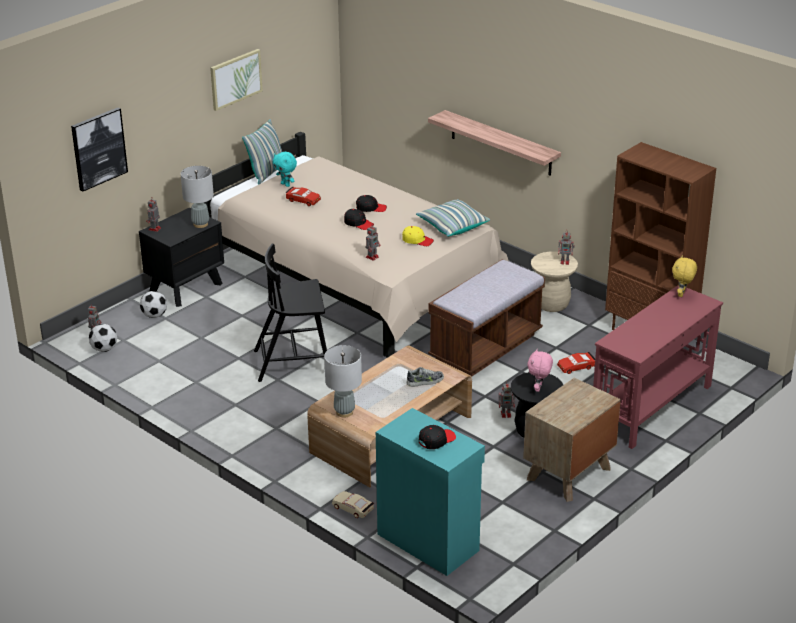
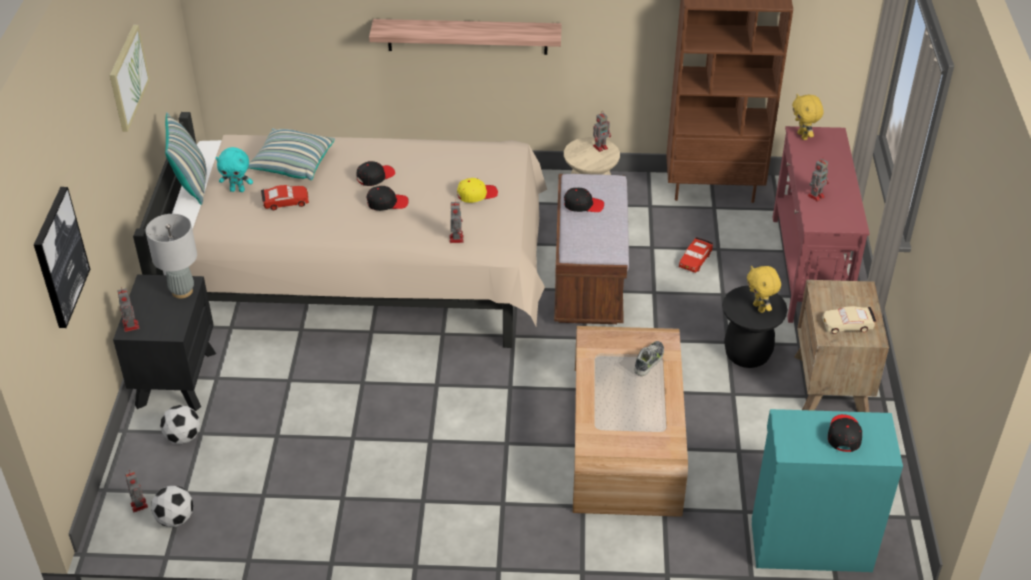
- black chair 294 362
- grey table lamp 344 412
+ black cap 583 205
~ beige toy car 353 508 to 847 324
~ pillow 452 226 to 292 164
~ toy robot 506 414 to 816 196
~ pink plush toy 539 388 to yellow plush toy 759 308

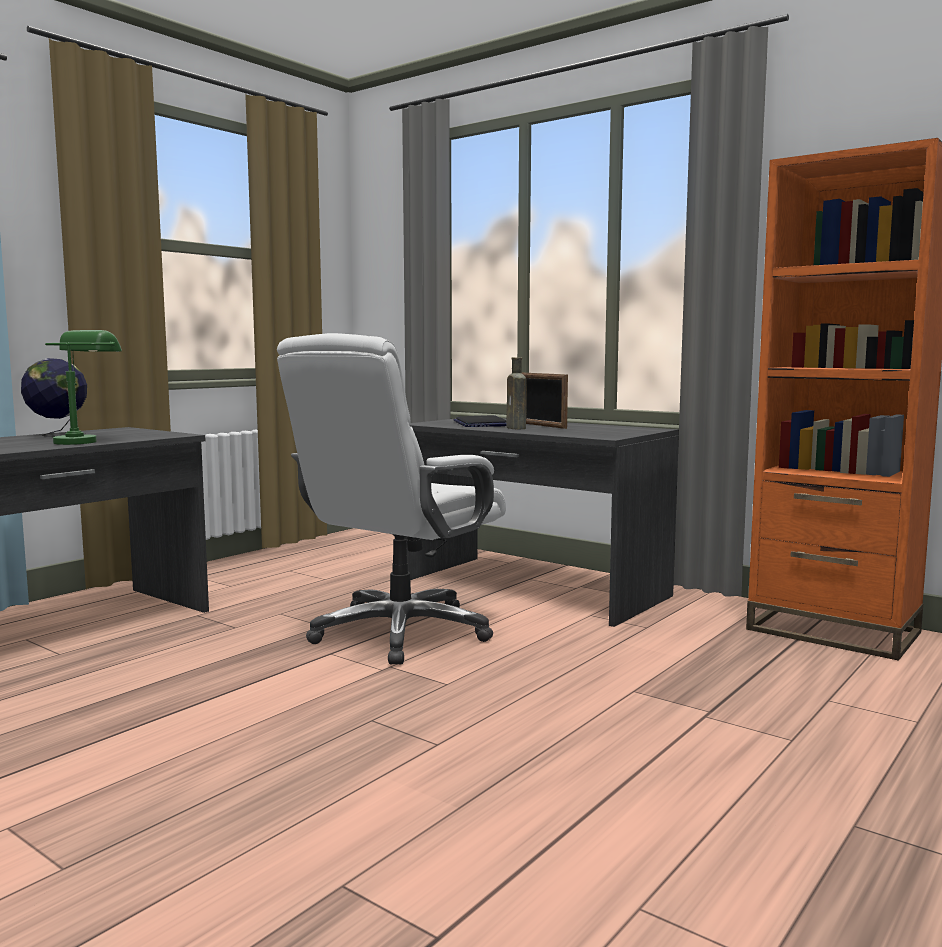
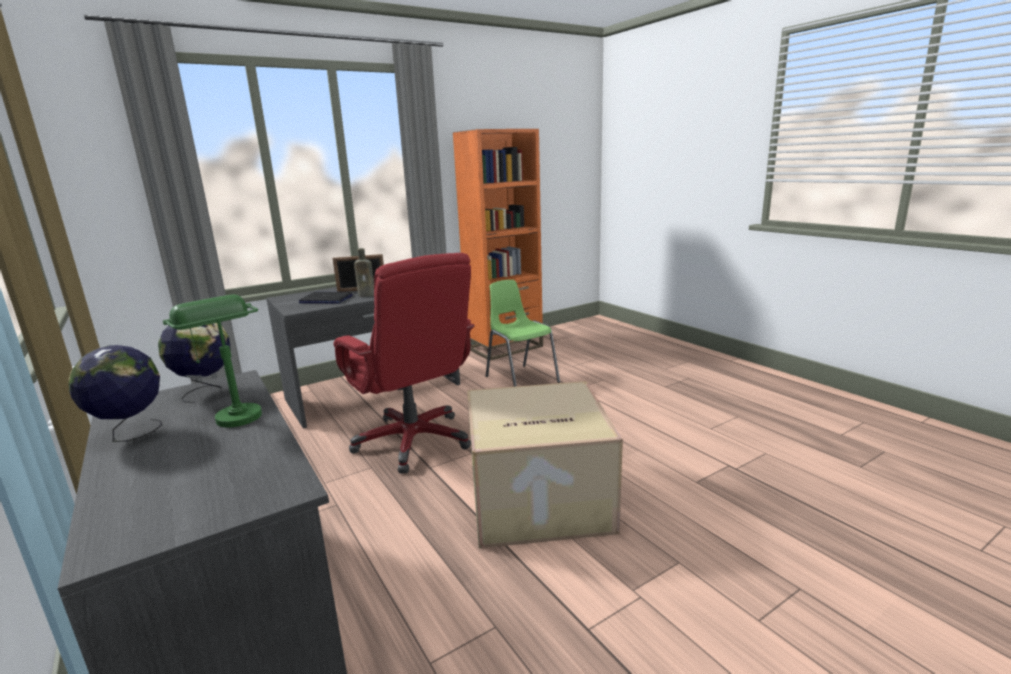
+ globe 206 391
+ cardboard box 536 500
+ green chair 521 379
~ white office chair 400 633 to red office chair 414 441

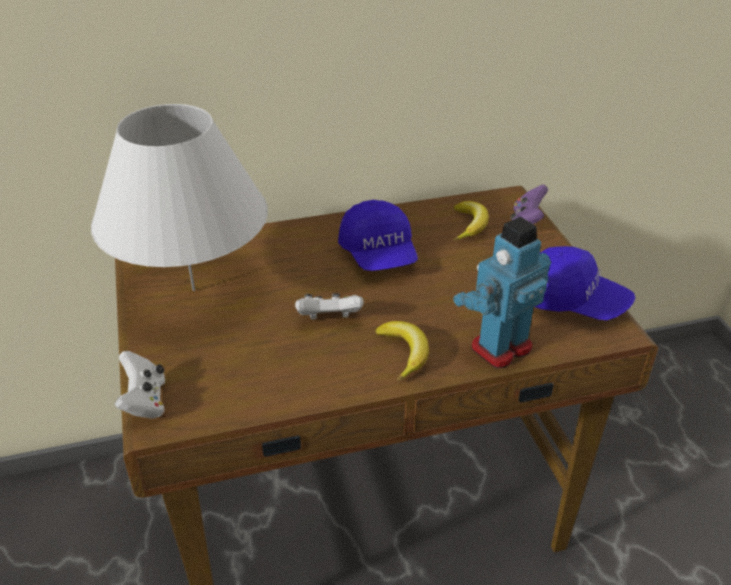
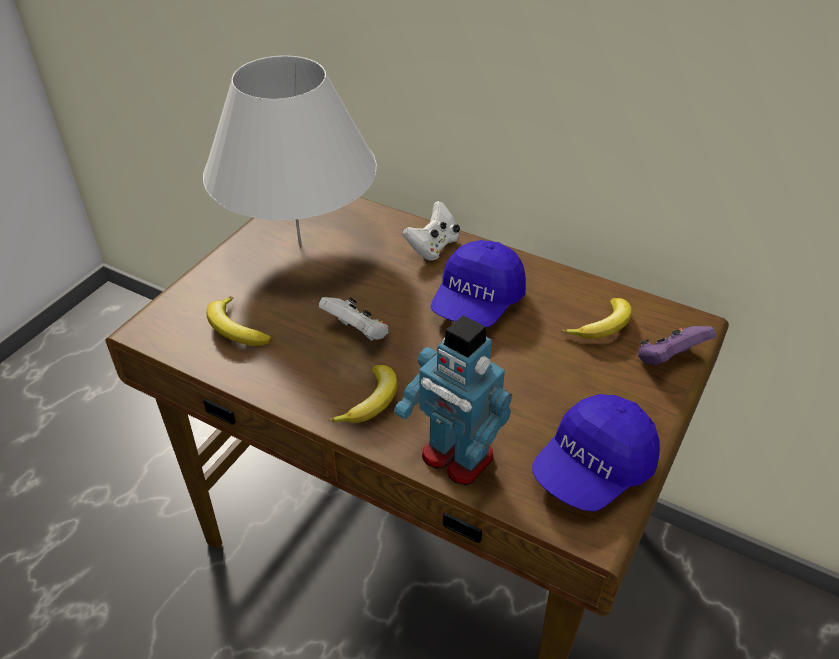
+ banana 235 329
~ white game controller 145 401 to 433 247
~ toy robot 500 347 = 456 458 150 degrees counterclockwise
~ blue cap 573 302 = 592 469 60 degrees clockwise

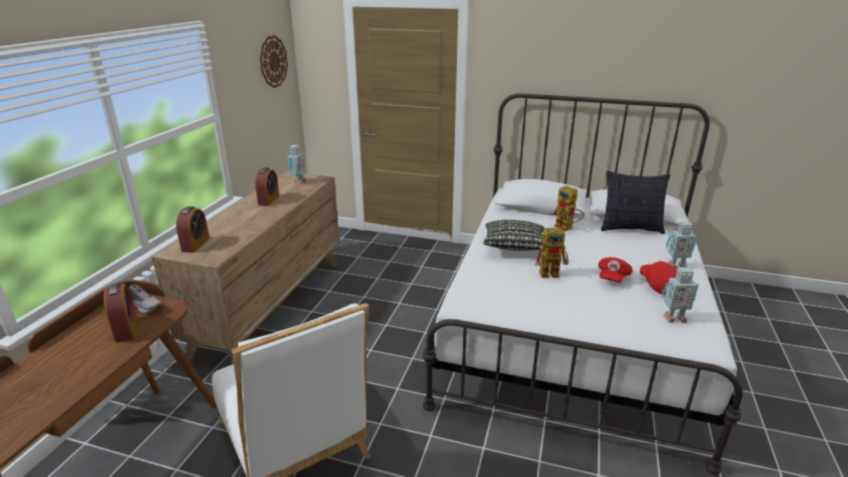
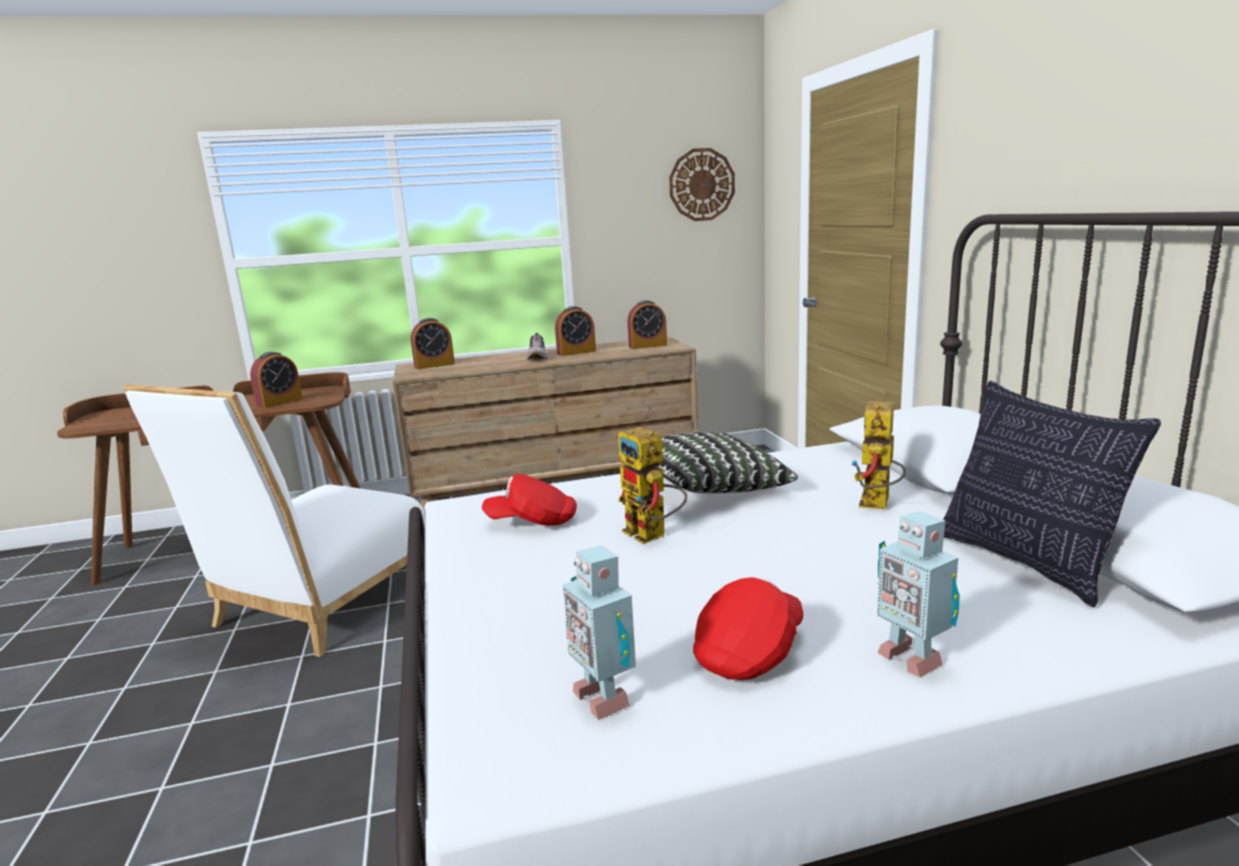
~ shoe 143 306 to 538 357
~ red cap 612 277 to 532 522
~ toy robot 298 182 to alarm clock 647 346

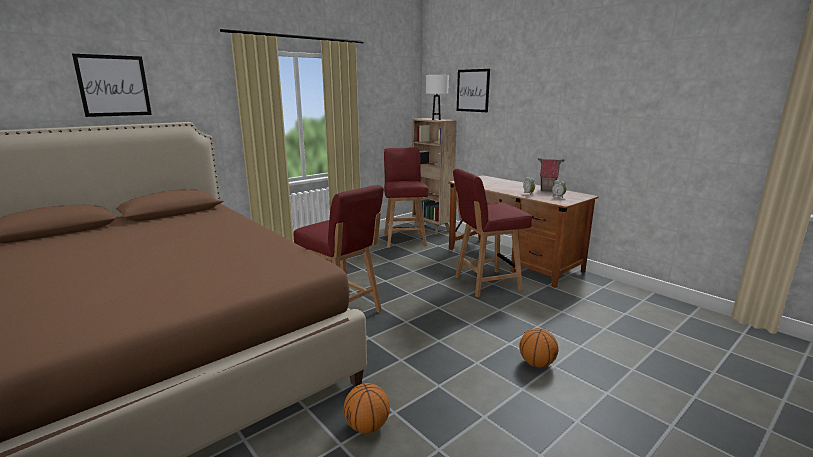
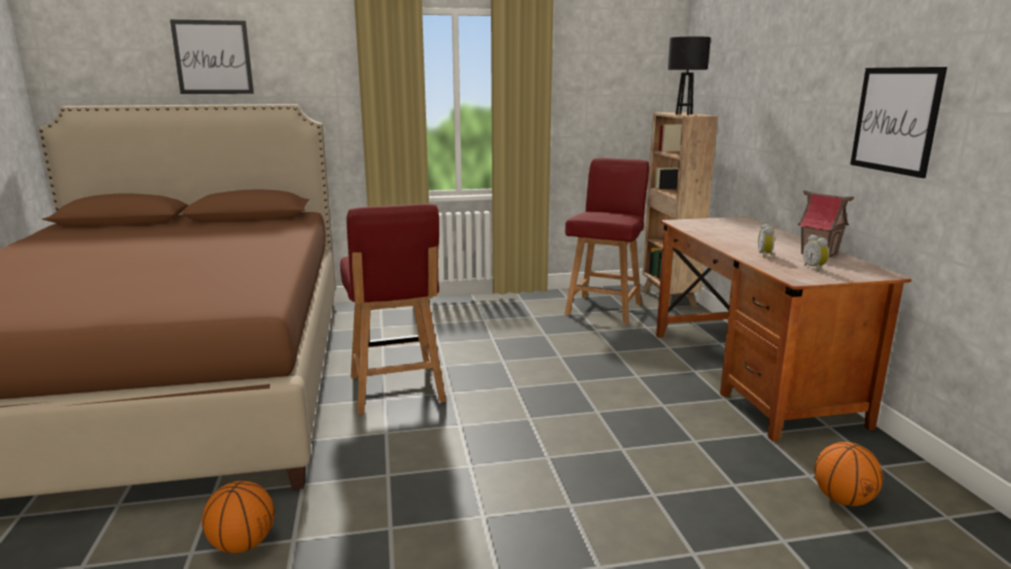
- red chair 485 283
~ picture 473 90 to 895 120
~ basketball 537 363 to 843 500
~ white table lamp 436 119 to black table lamp 683 114

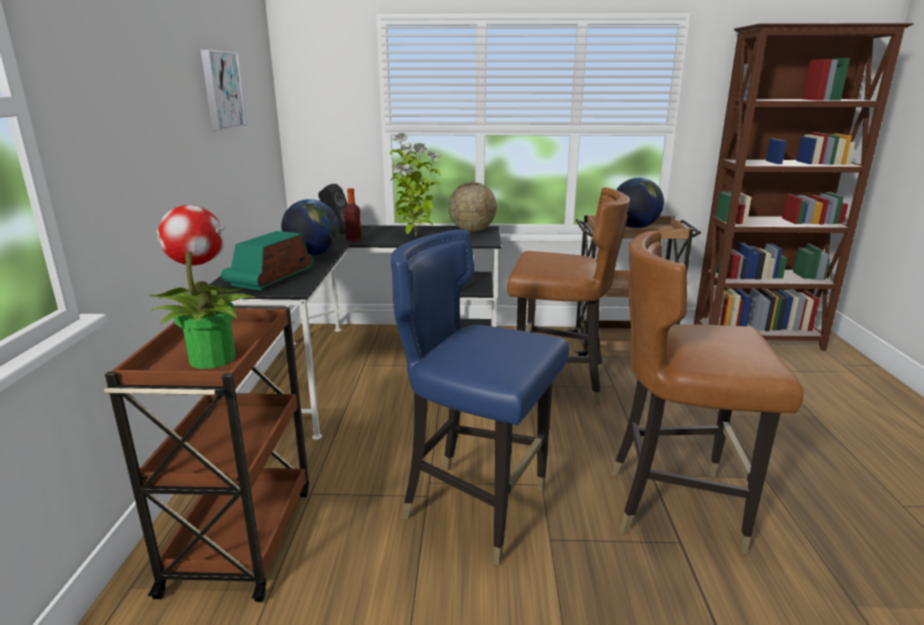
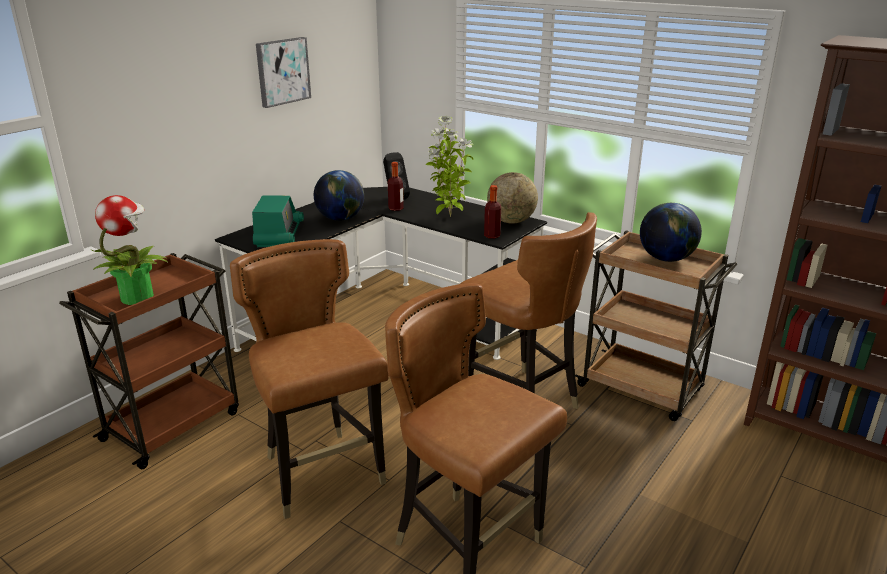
+ bottle 492 236
~ blue chair 477 508 to brown chair 322 474
~ radio 271 277 = 279 235 120 degrees clockwise

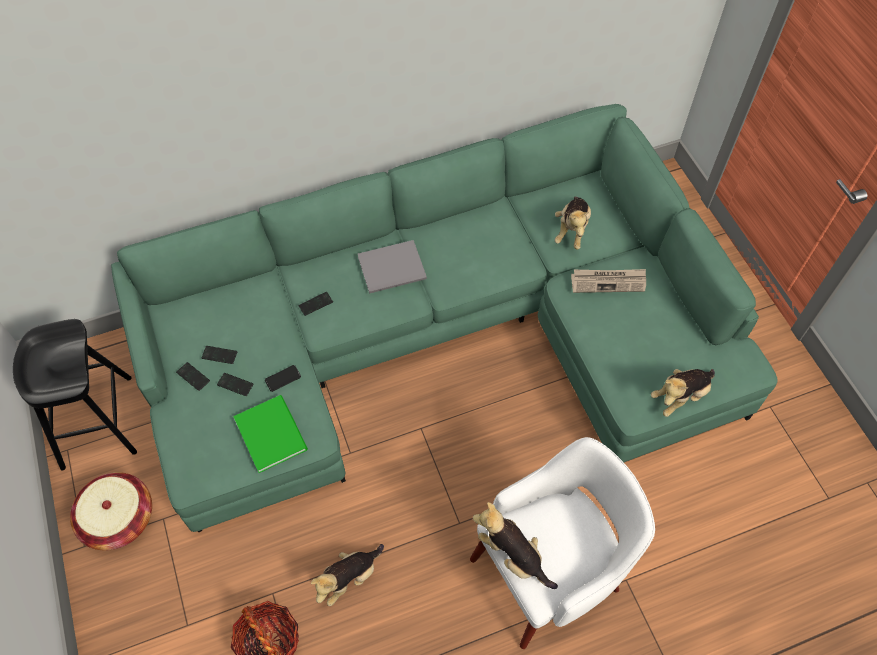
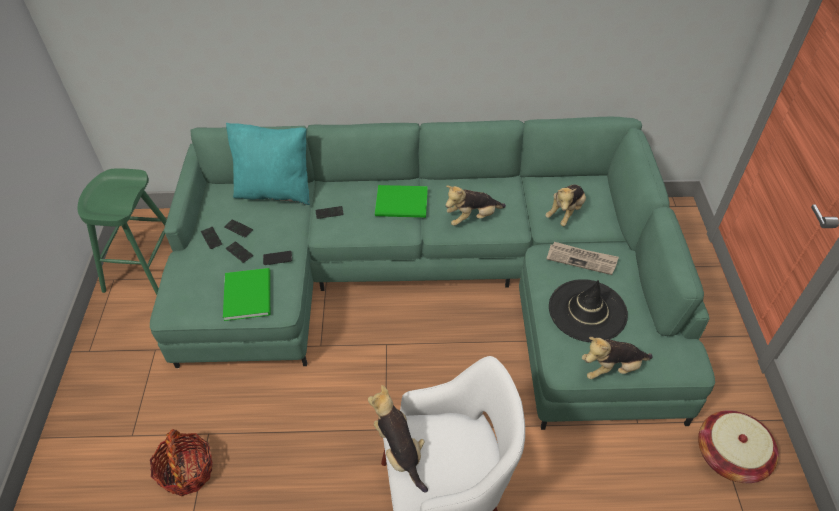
+ turquoise pillow 275 191
+ black hat 587 311
~ basket 119 518 to 730 456
~ plush toy 349 578 to 472 218
~ black stool 97 422 to green stool 144 267
~ grey book 394 269 to green book 403 204

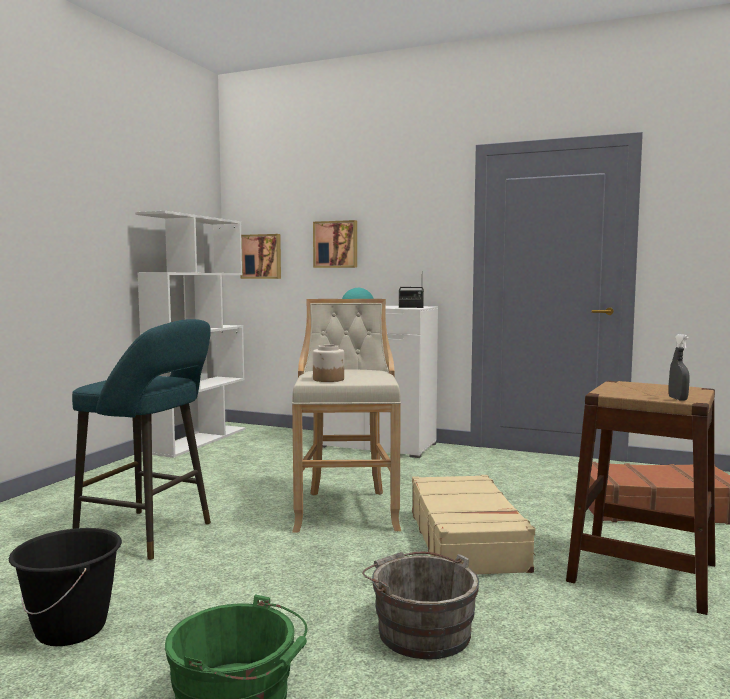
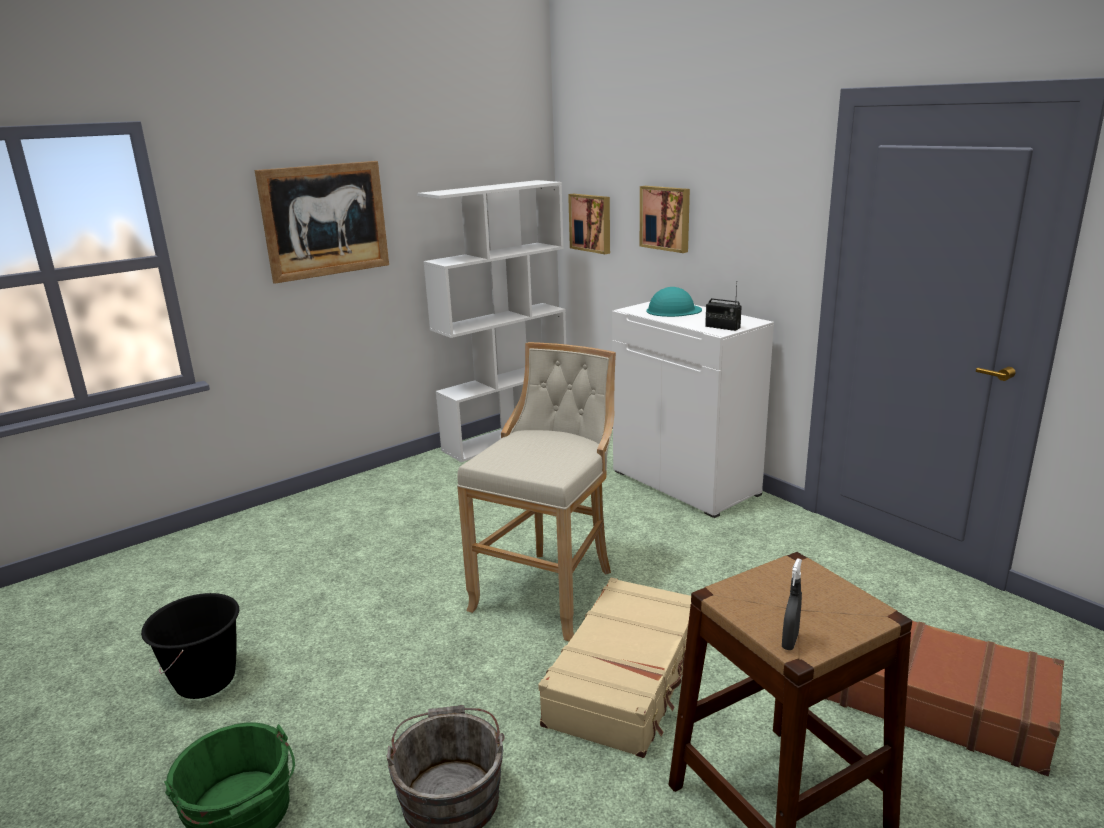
- turquoise stool 150 535
- jar 329 379
+ picture 325 220

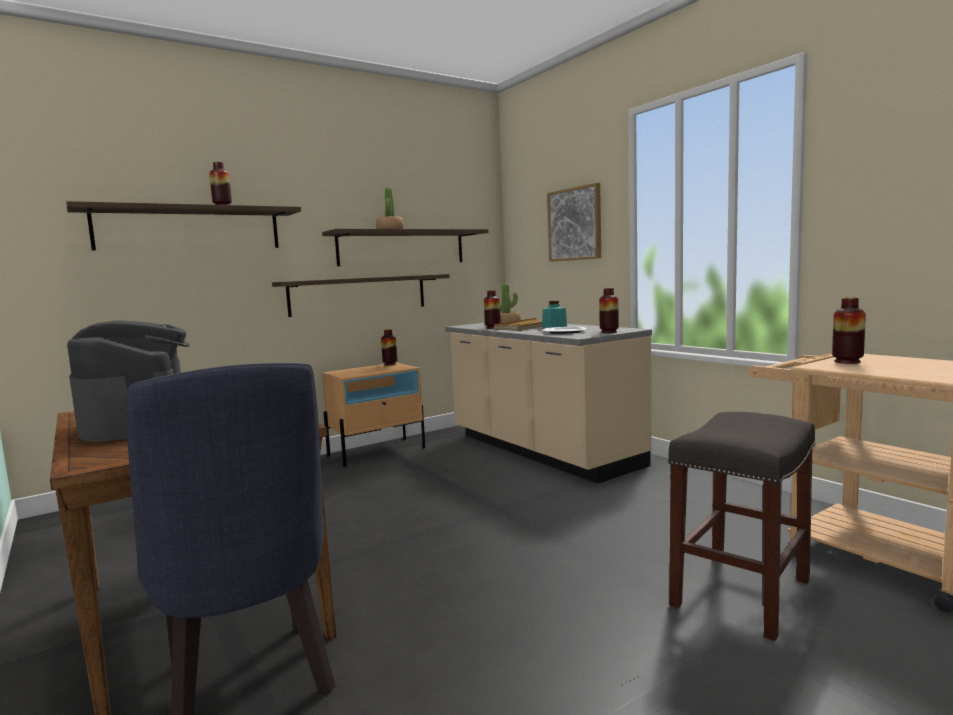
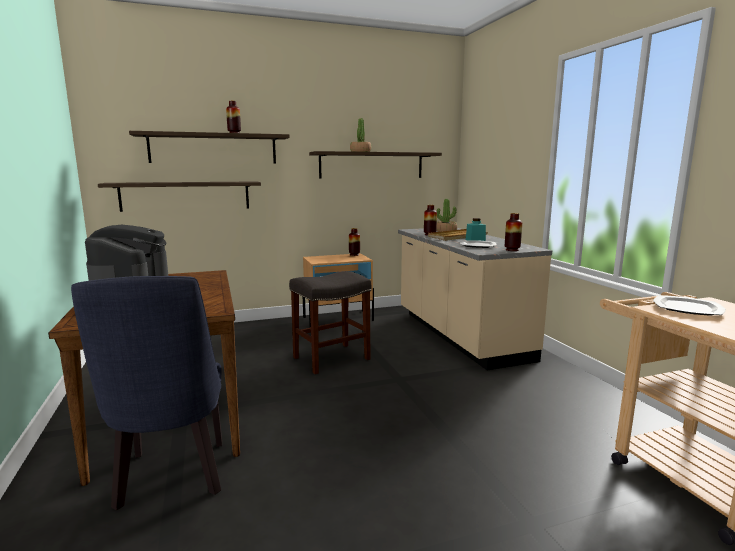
- picture 575 224
~ shelf 359 294 to 186 196
~ grey stool 741 594 to 331 359
~ vase 847 362 to plate 687 308

